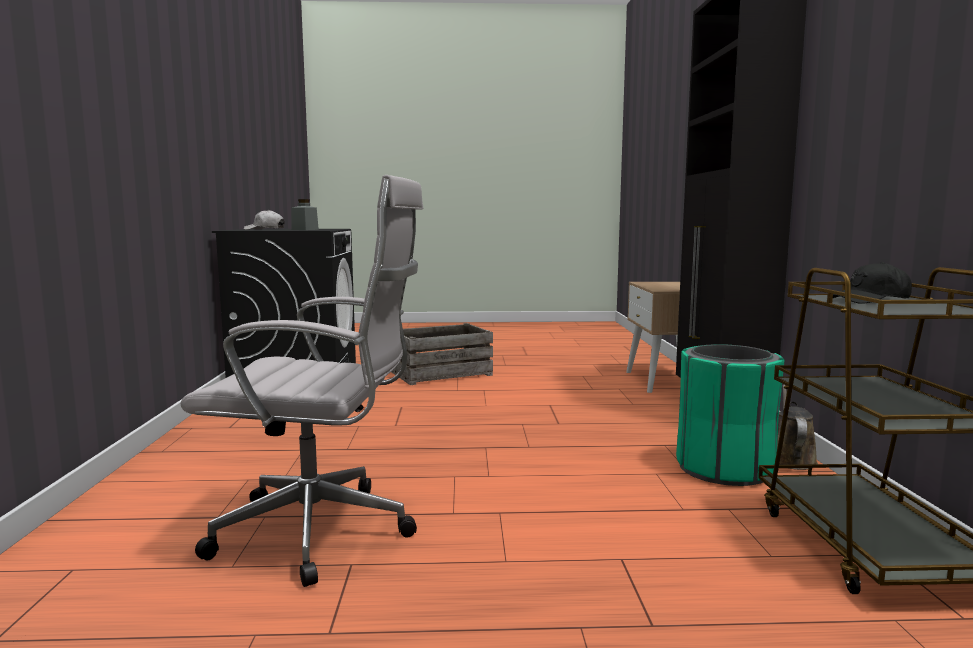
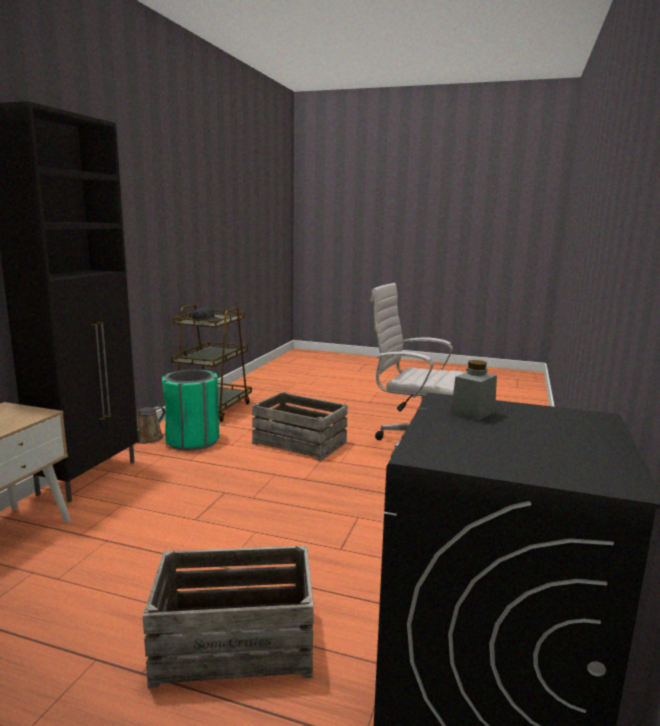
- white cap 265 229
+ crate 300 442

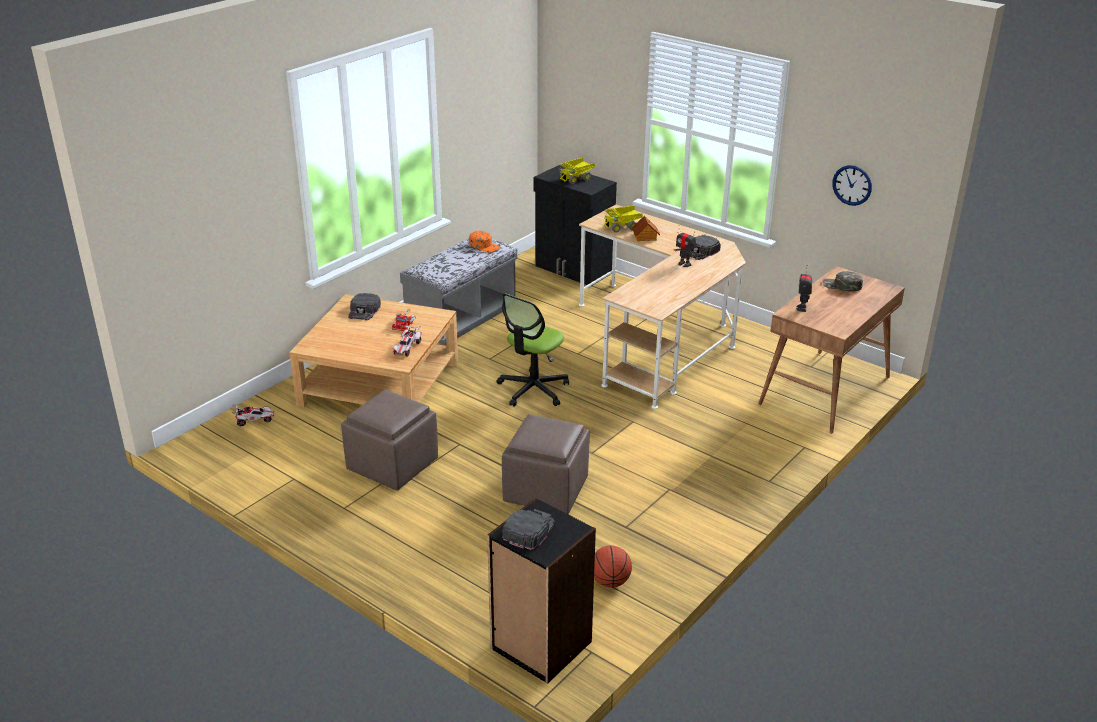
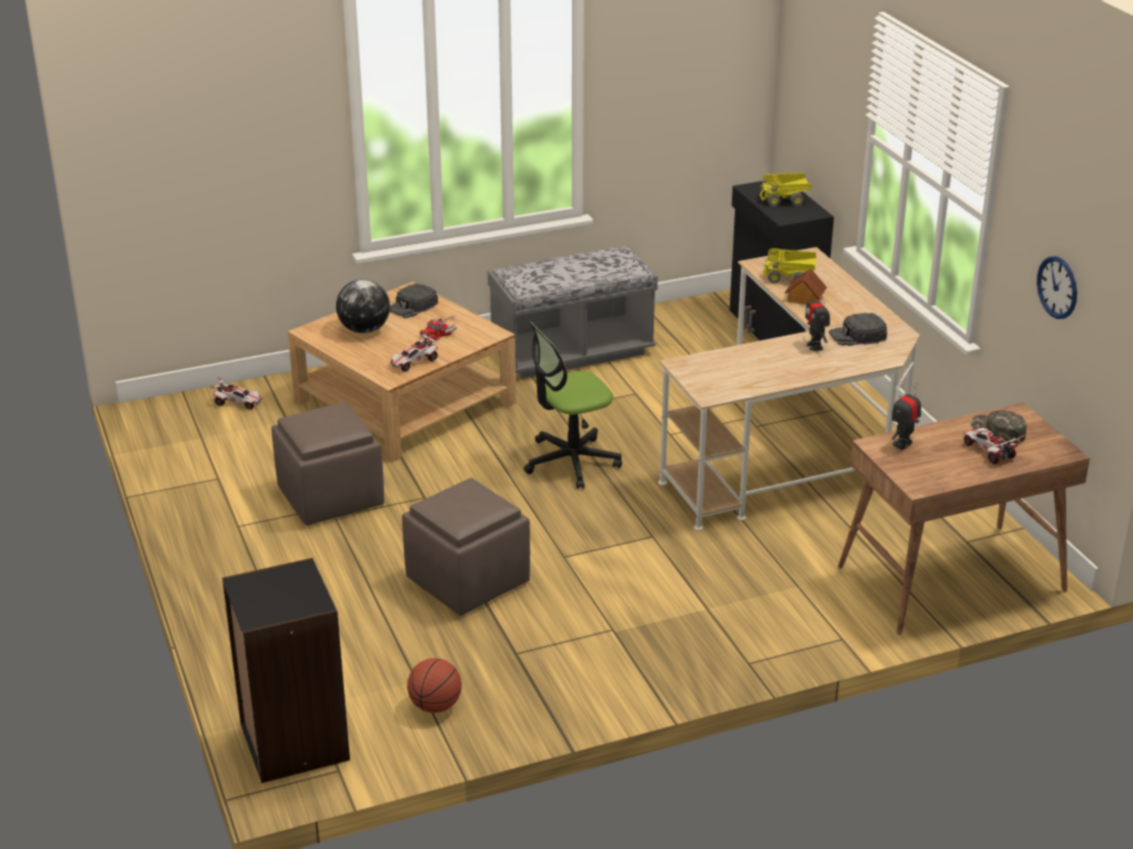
- orange cap 484 246
- black cap 529 530
+ globe 365 330
+ toy car 988 452

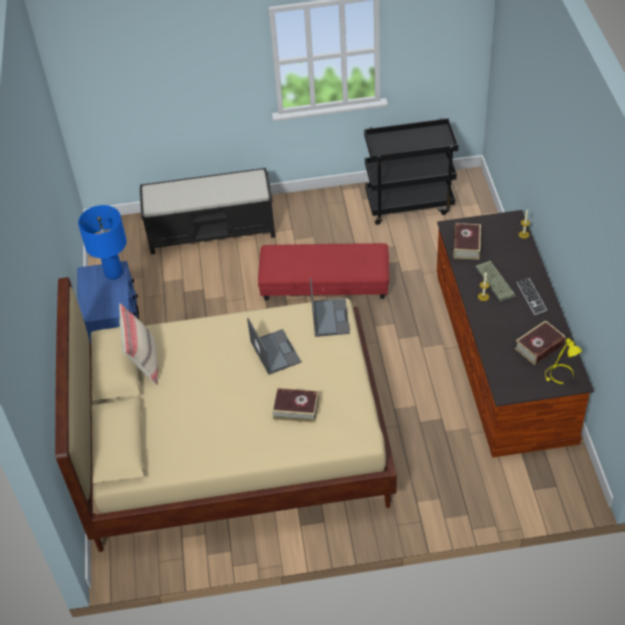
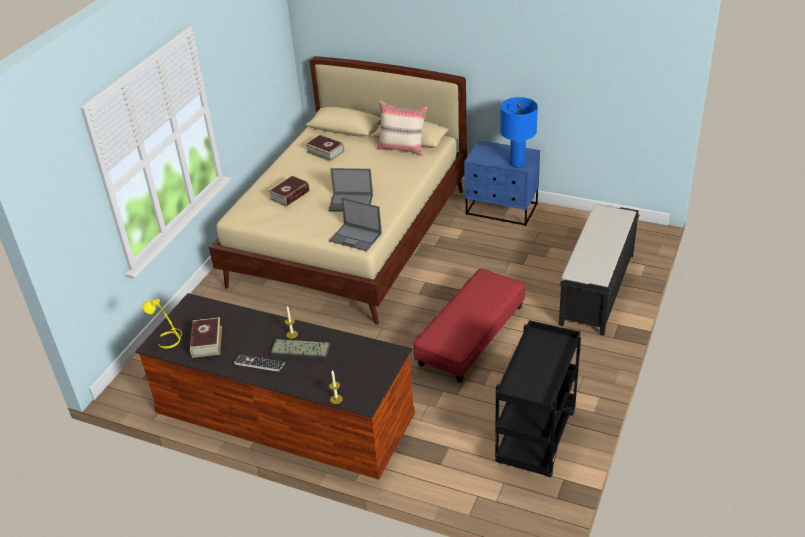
~ book 466 245 to 325 152

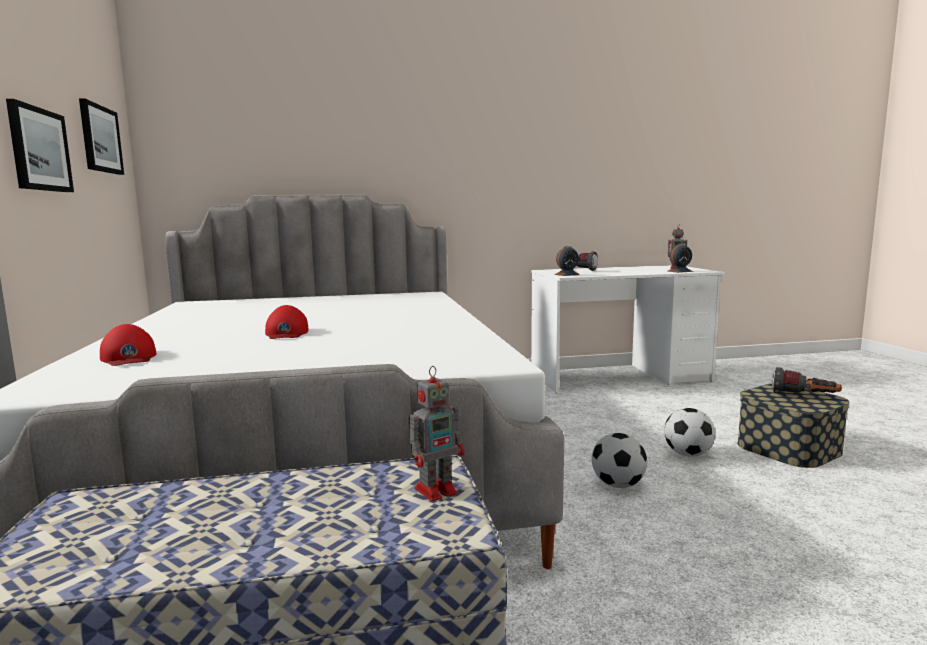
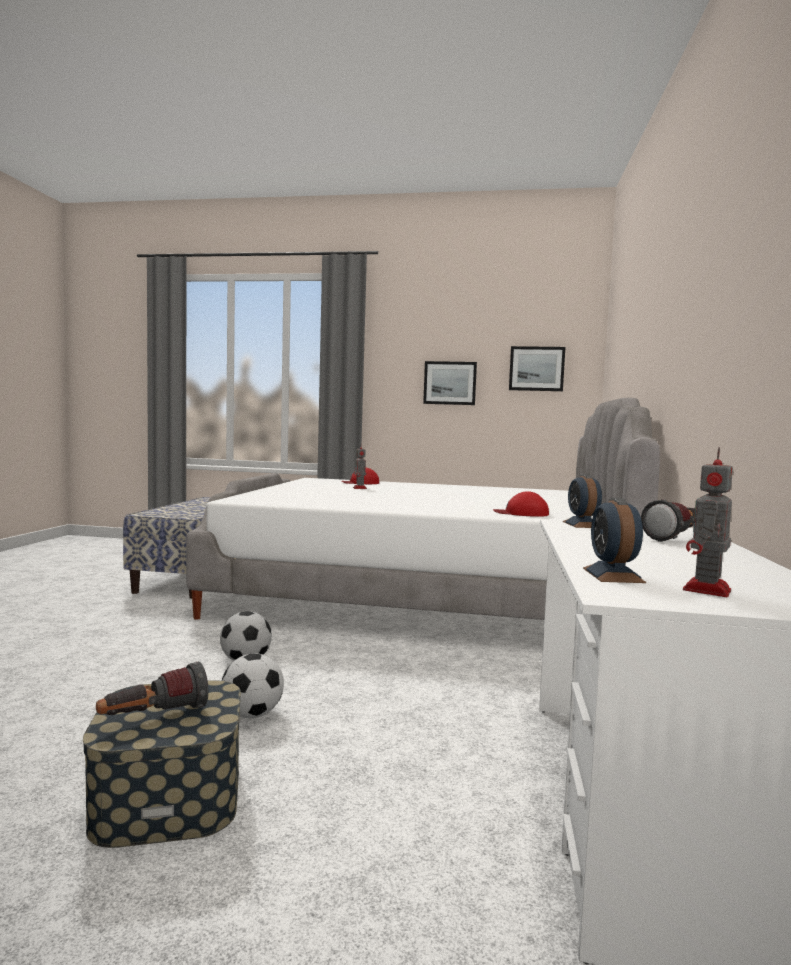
~ red cap 286 333 to 521 513
~ toy robot 437 490 to 360 488

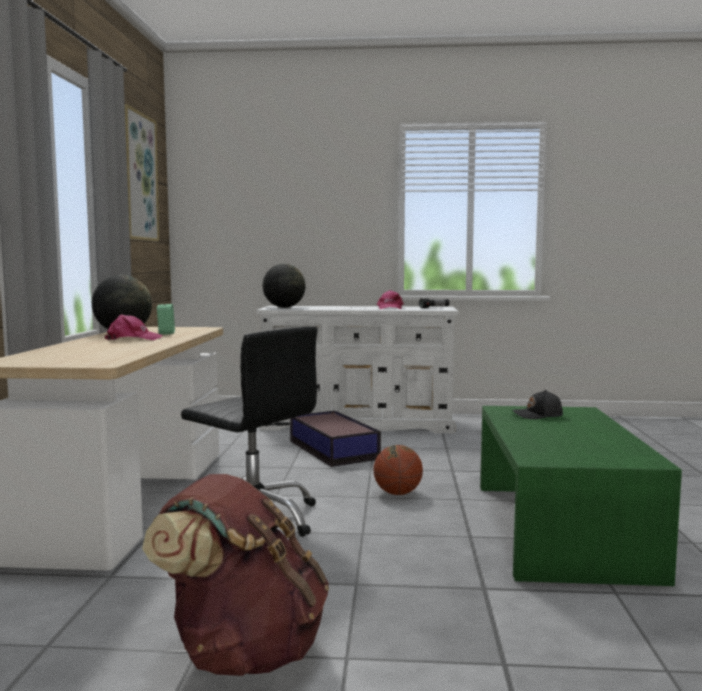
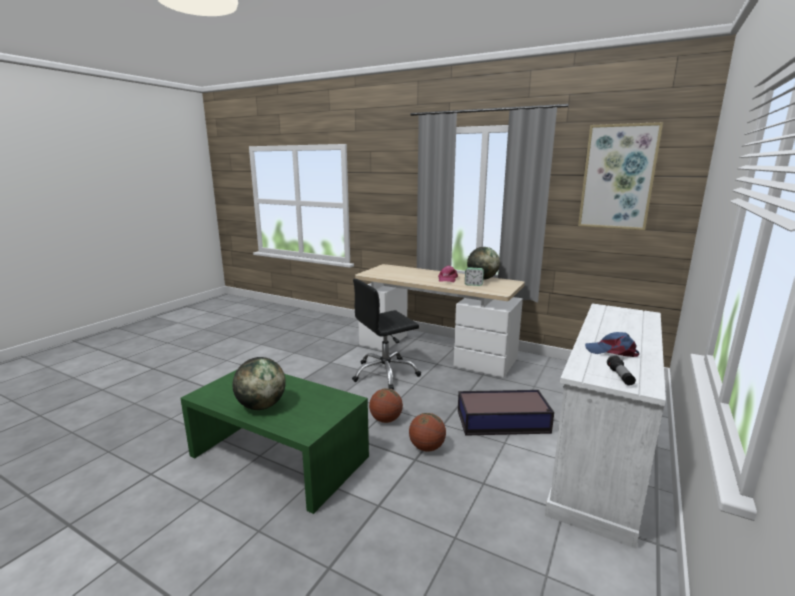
- brown backpack 243 652
- black cap 538 415
+ basketball 427 447
~ globe 284 307 to 261 406
~ pink cap 389 308 to blue cap 612 351

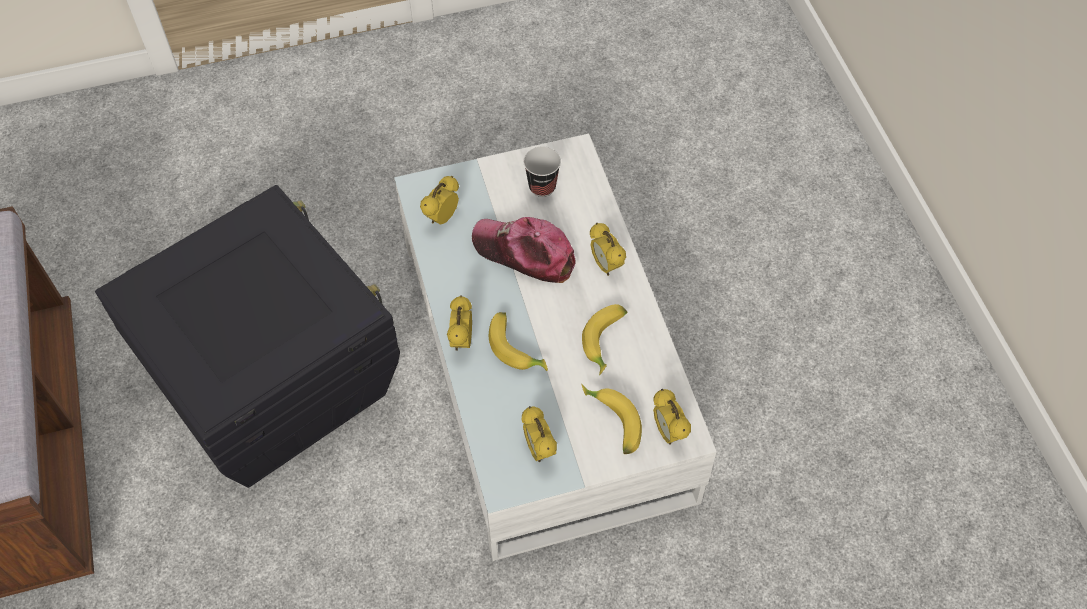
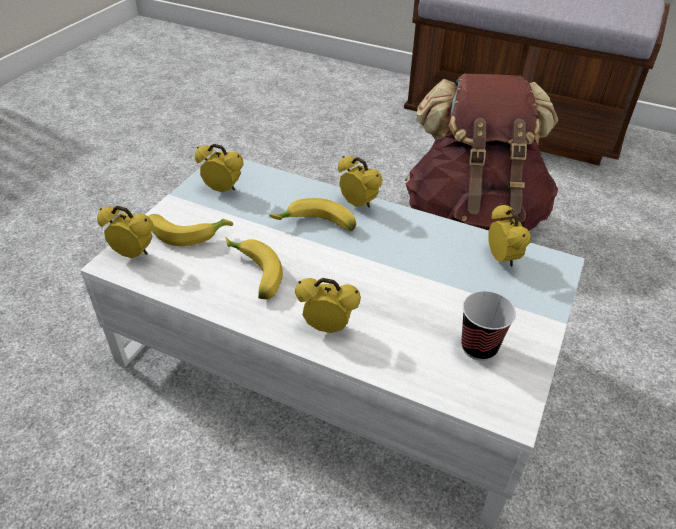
- cap 524 253
~ black storage box 275 382 to brown backpack 472 220

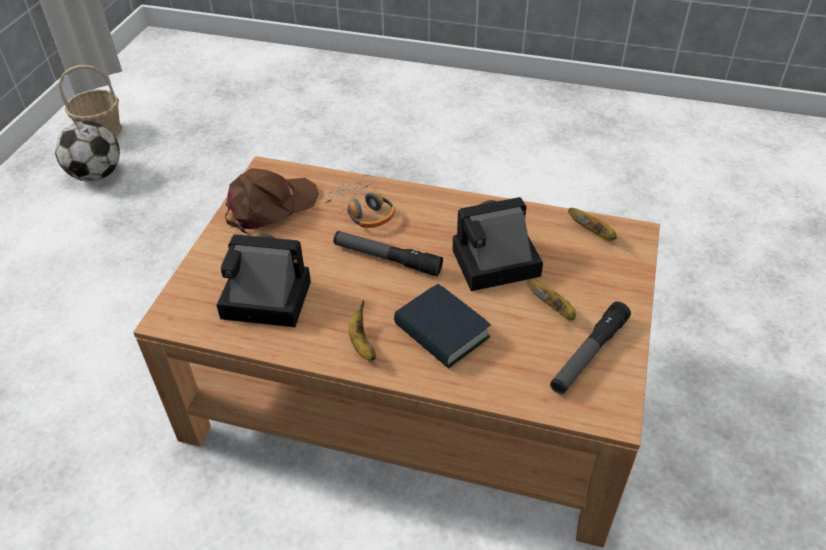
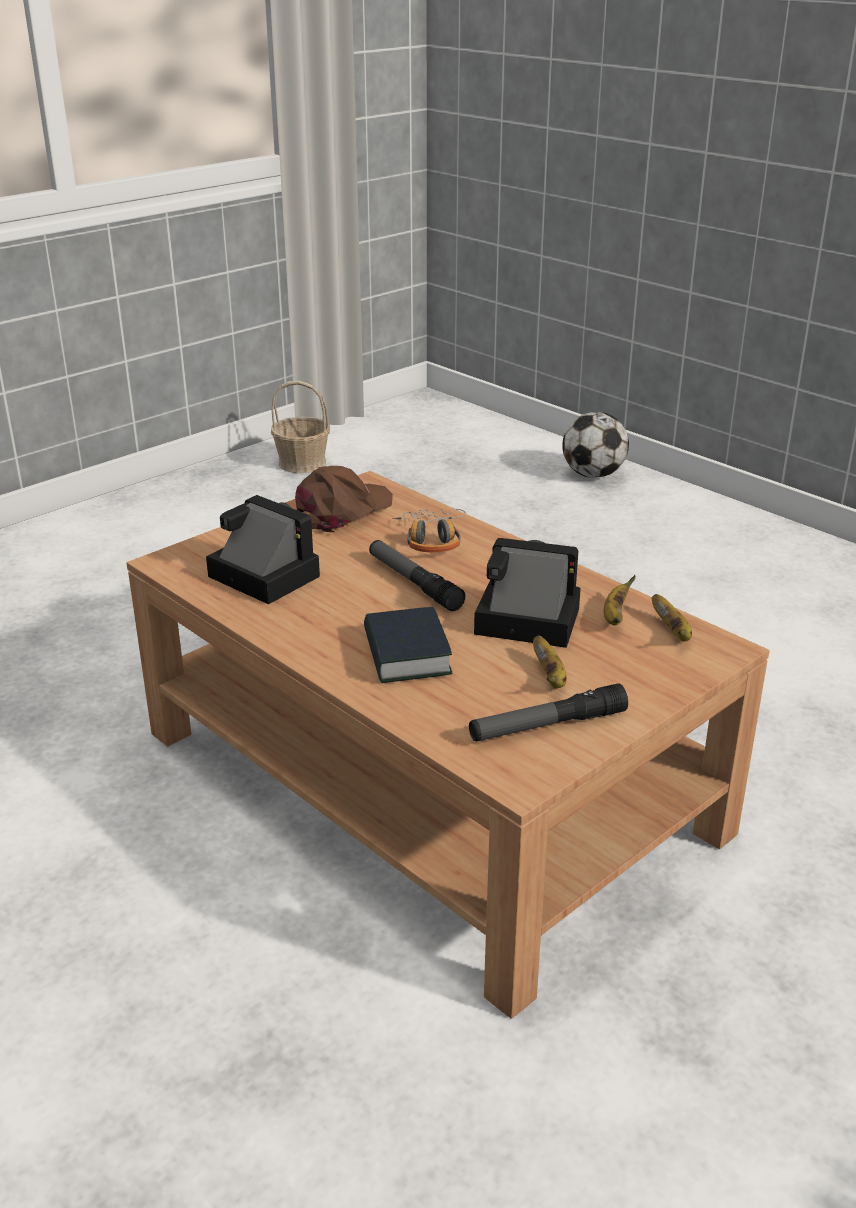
~ football 96 175 to 593 475
~ banana 361 343 to 615 616
~ brown cap 270 206 = 342 511 45 degrees counterclockwise

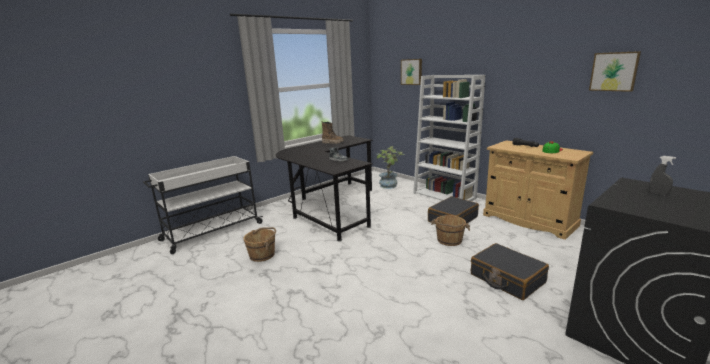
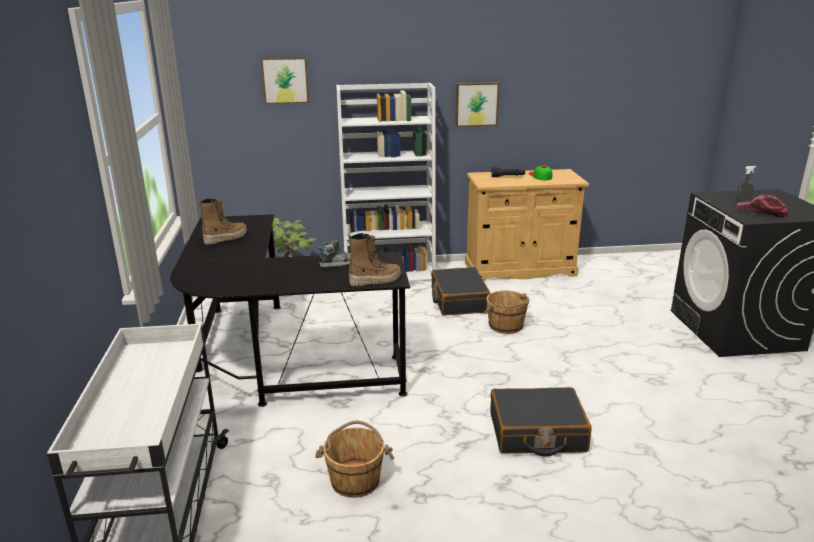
+ boot 375 280
+ cap 762 212
~ black suitcase 506 278 to 537 433
~ picture 614 71 to 476 104

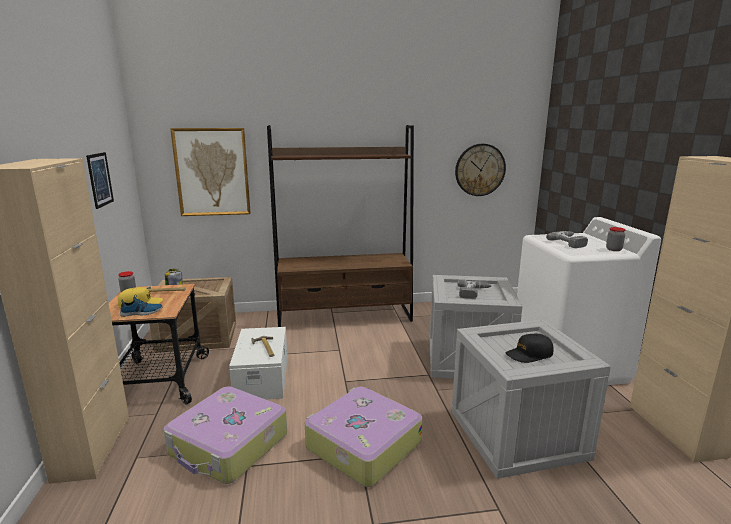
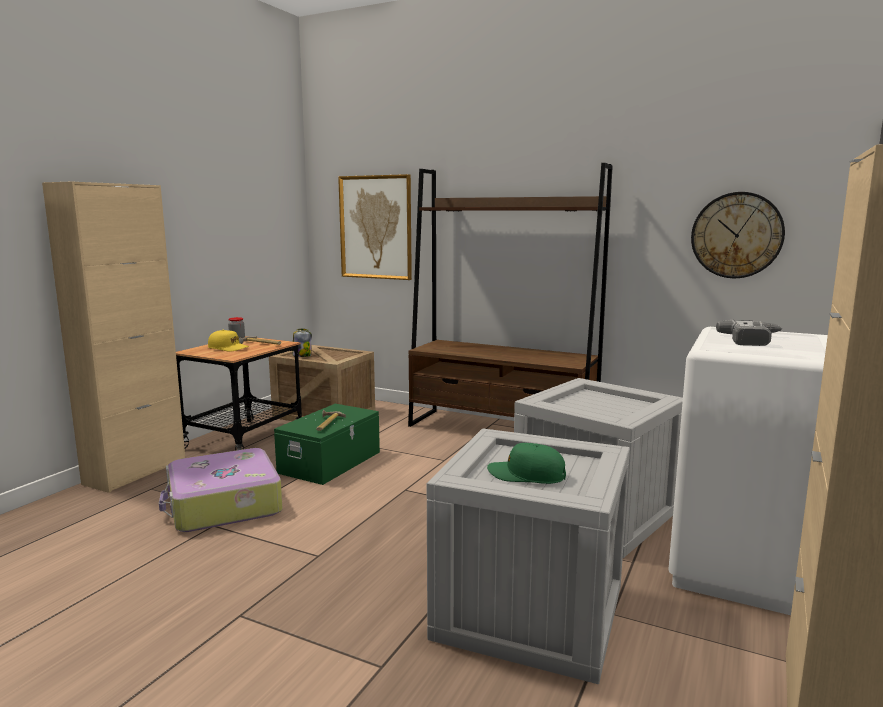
- picture 100 179
- shoe 141 313
- suitcase 362 445
- power drill 474 293
- jar 613 249
~ white storage box 263 377 to green storage box 331 462
~ black cap 529 354 to green cap 526 475

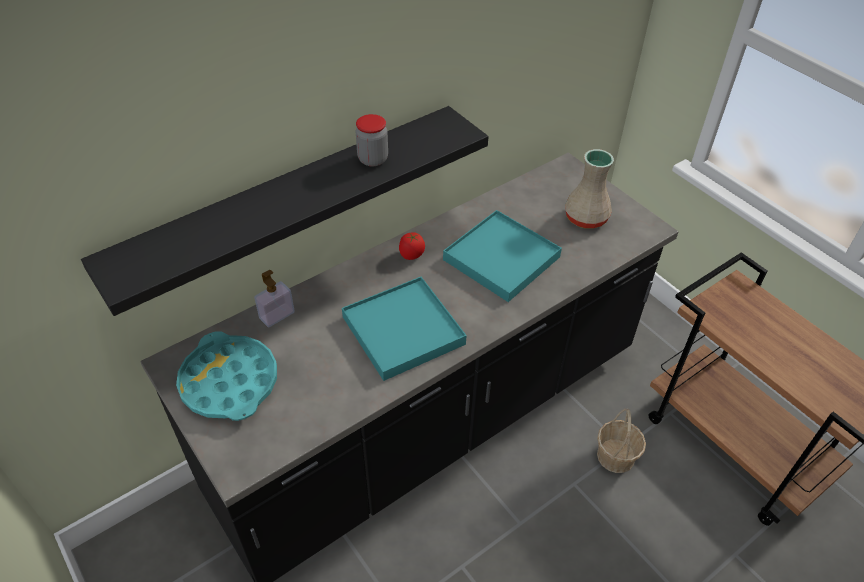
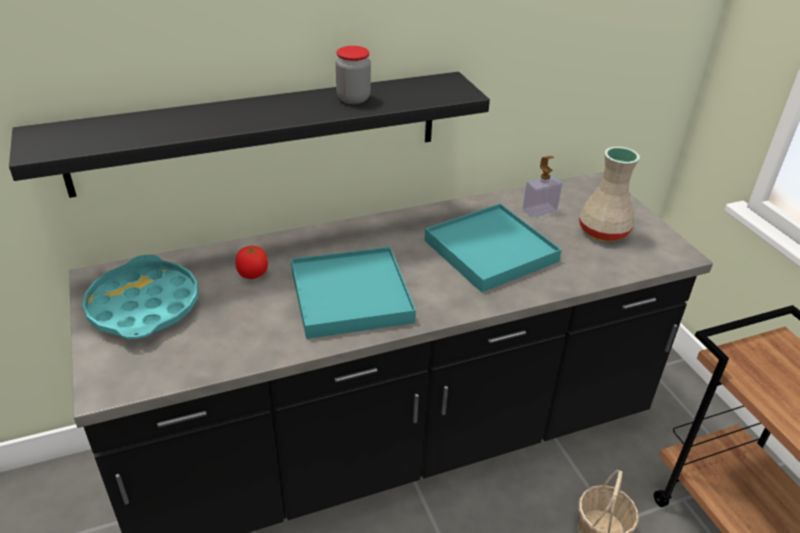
~ soap dispenser 277 315 to 539 210
~ tomato 411 255 to 253 274

